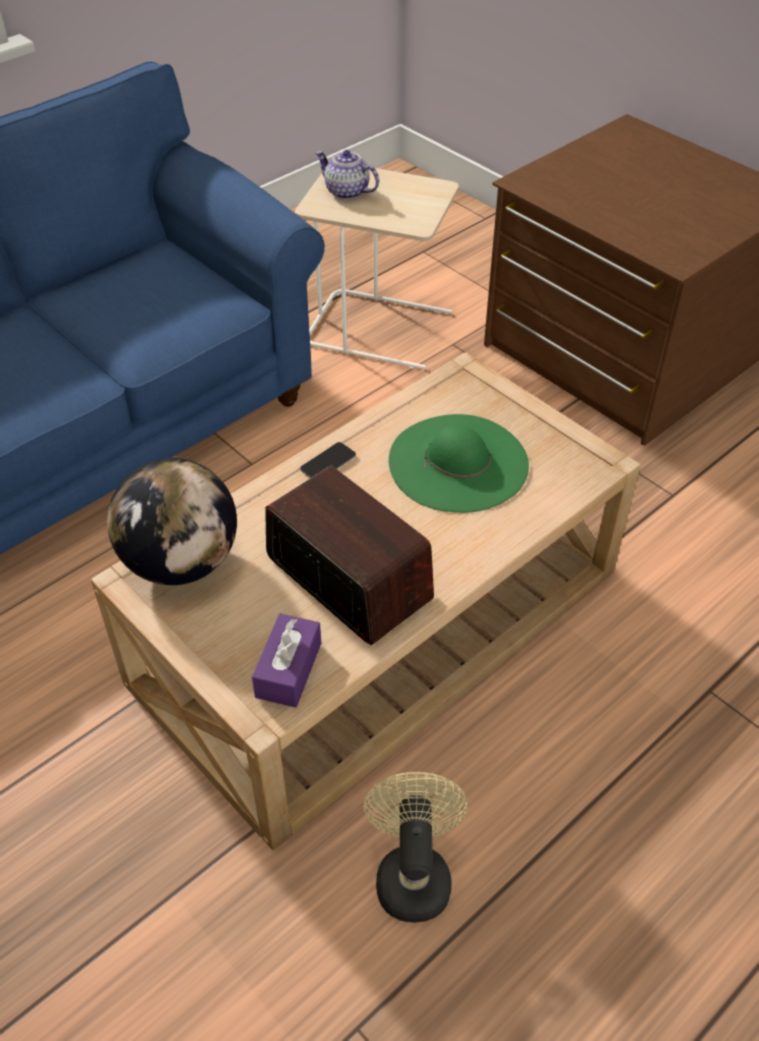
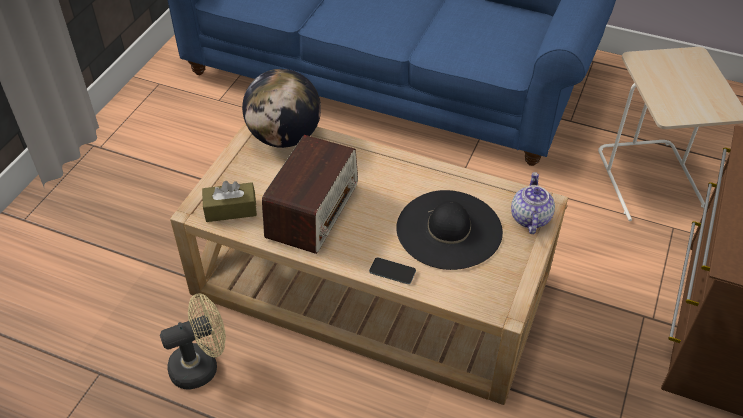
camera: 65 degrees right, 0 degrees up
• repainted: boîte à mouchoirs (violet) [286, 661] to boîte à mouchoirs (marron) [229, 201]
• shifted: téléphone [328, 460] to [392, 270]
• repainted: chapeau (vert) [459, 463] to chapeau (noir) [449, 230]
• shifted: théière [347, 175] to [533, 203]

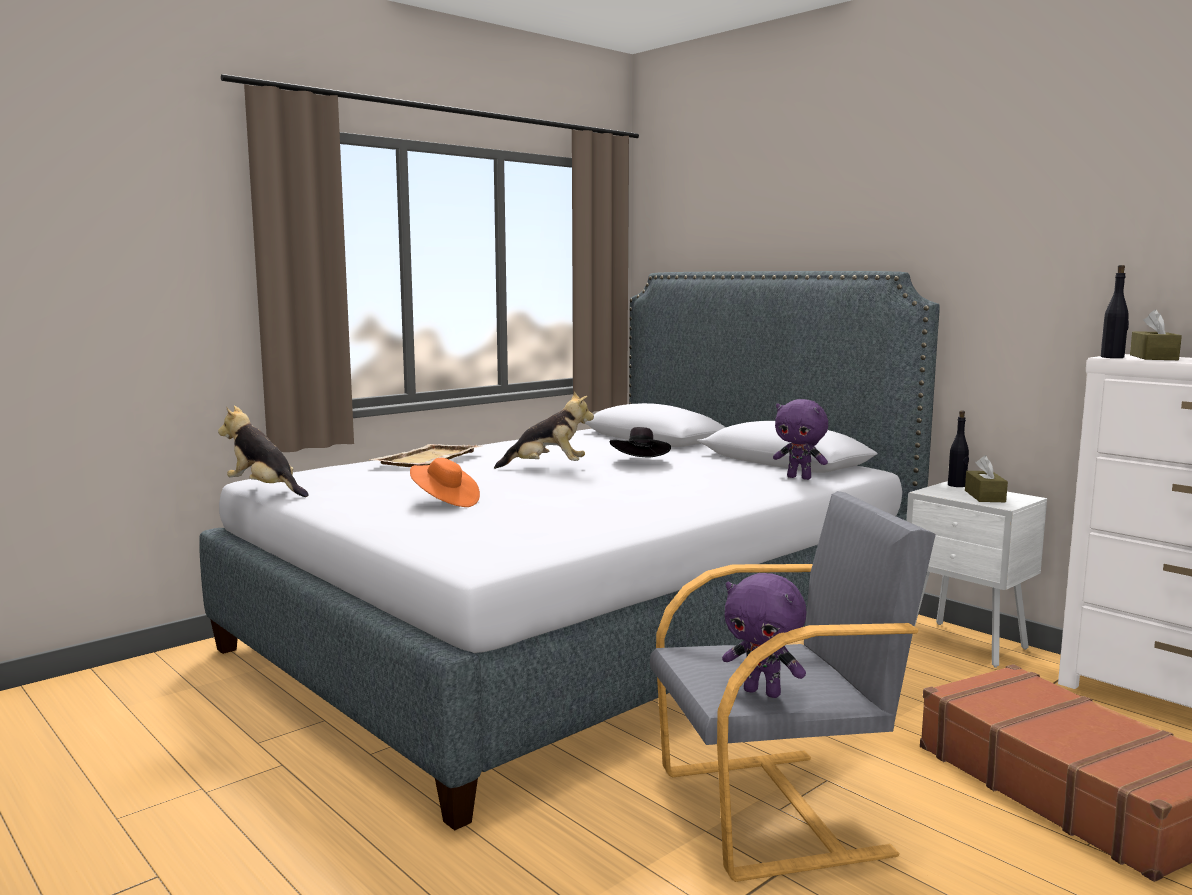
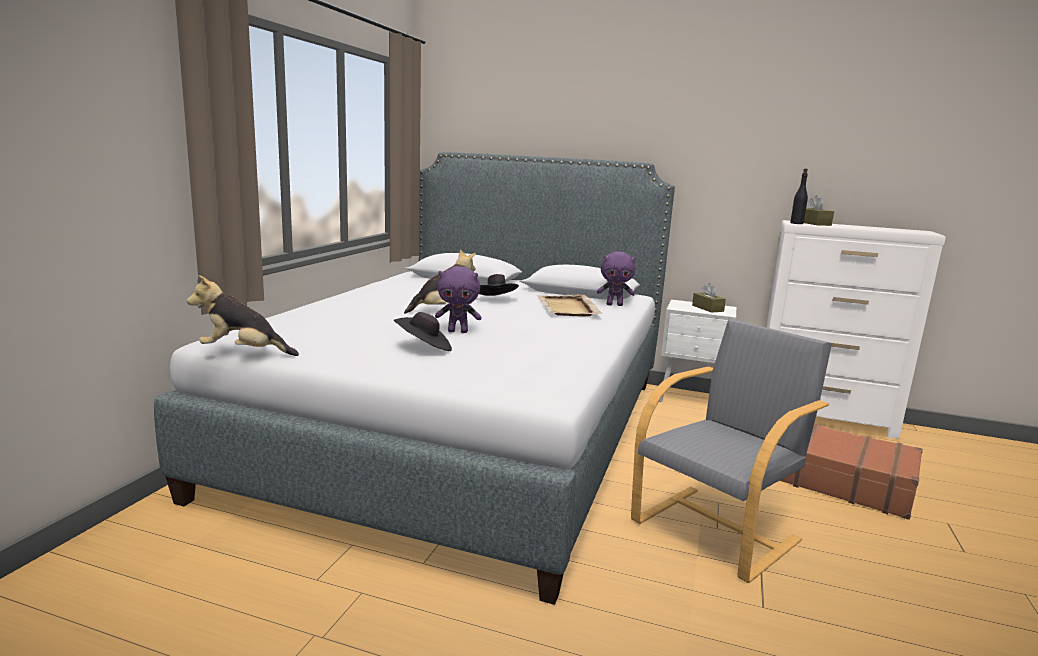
camera: 30 degrees left, 5 degrees up
• repainted: chapeau (orange) [445, 482] to chapeau (noir) [423, 331]
• shifted: peluche (violet) [764, 635] to [458, 299]
• shifted: plateau (beige) [425, 455] to [570, 305]
• gone: bouteille (noir) [958, 449]

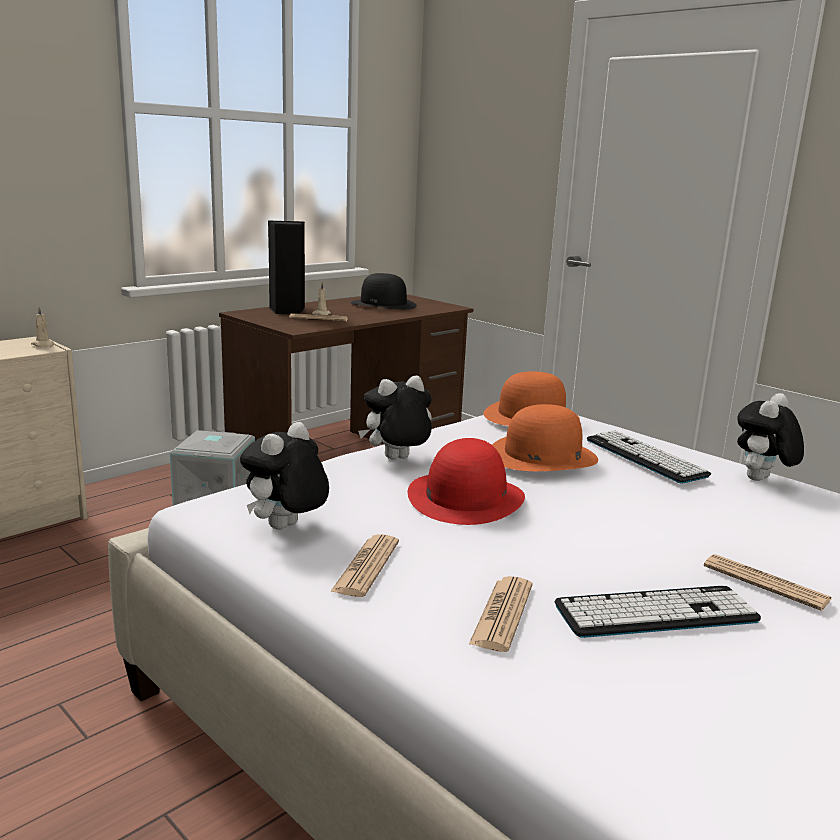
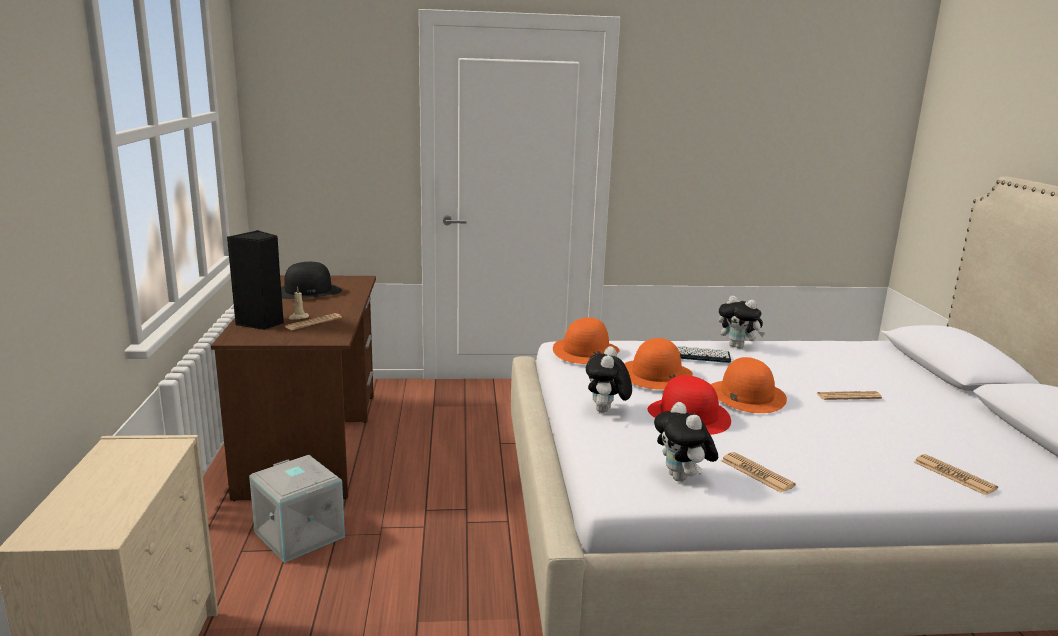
camera: 50 degrees left, 0 degrees up
• new: chapeau (orange) [749, 385]
• rotated: peluche [770, 437] = [742, 322] 45 degrees counterclockwise
• shifted: journal [500, 614] to [956, 474]
• gone: bougie (beige) [42, 327]
• gone: clavier [657, 612]

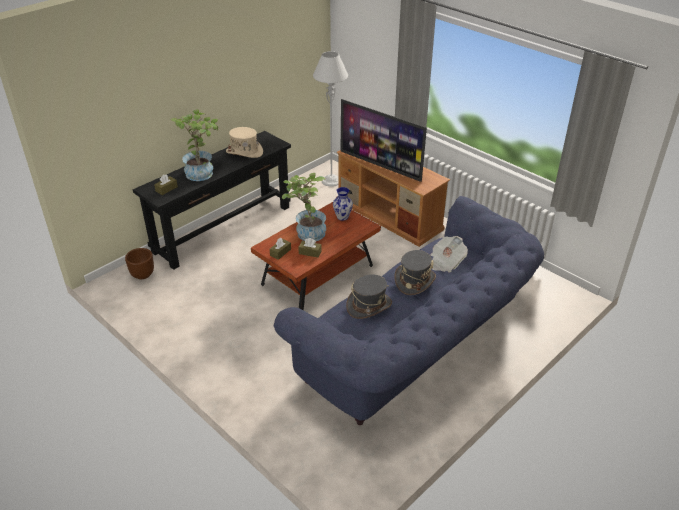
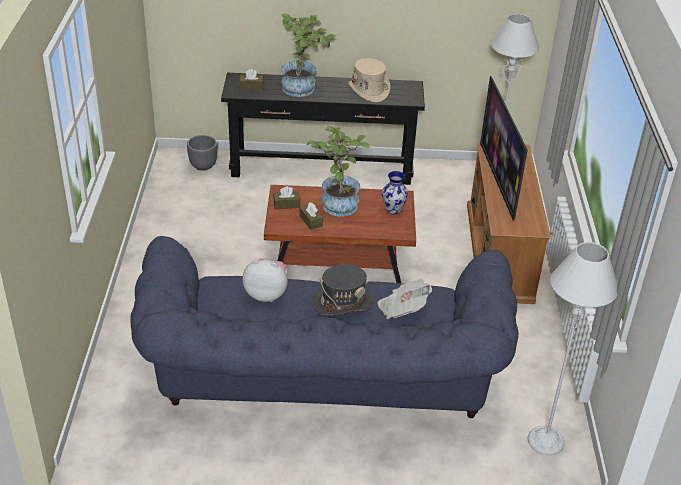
camera: 45 degrees right, 0 degrees up
• repainted: cache-pot (marron) [139, 263] to cache-pot (gris) [202, 153]
• swapped: chapeau (gris) [369, 296] to peluche [265, 280]
• new: lampadaire (gris) [573, 349]

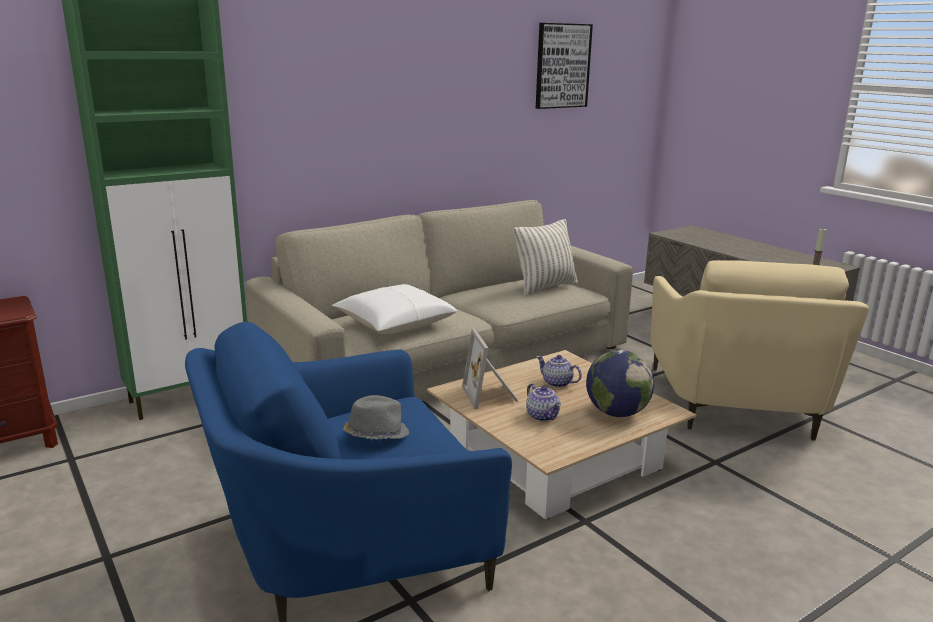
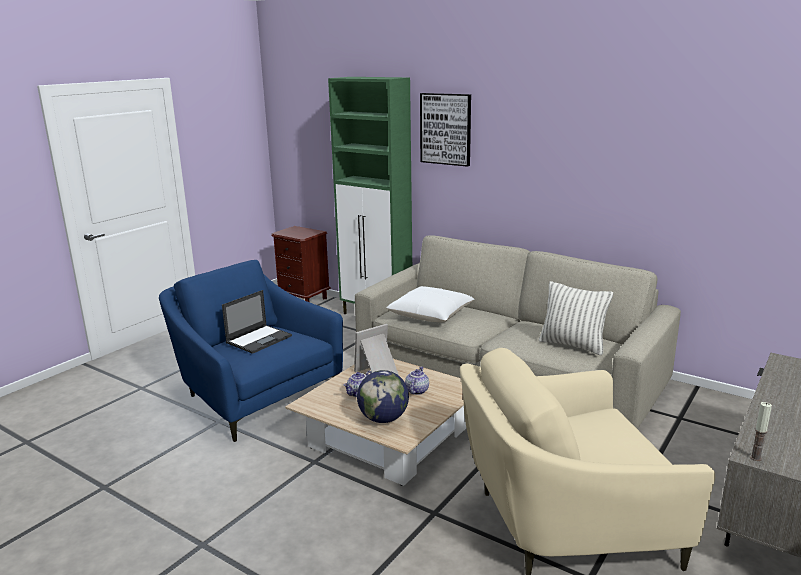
camera: 70 degrees right, 0 degrees up
• swapped: chapeau (gris) [376, 417] to ordinateur portable [257, 322]
• shifted: tableau [564, 66] to [445, 130]

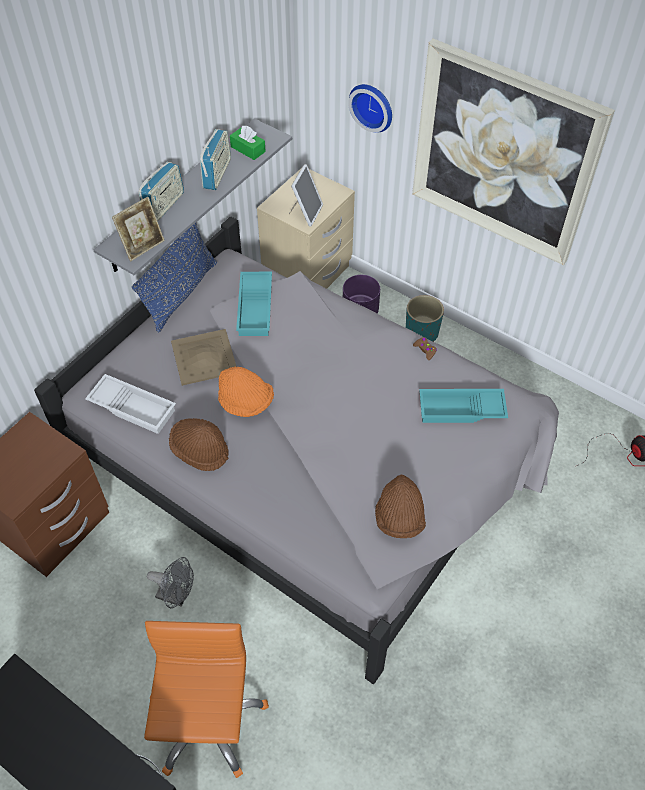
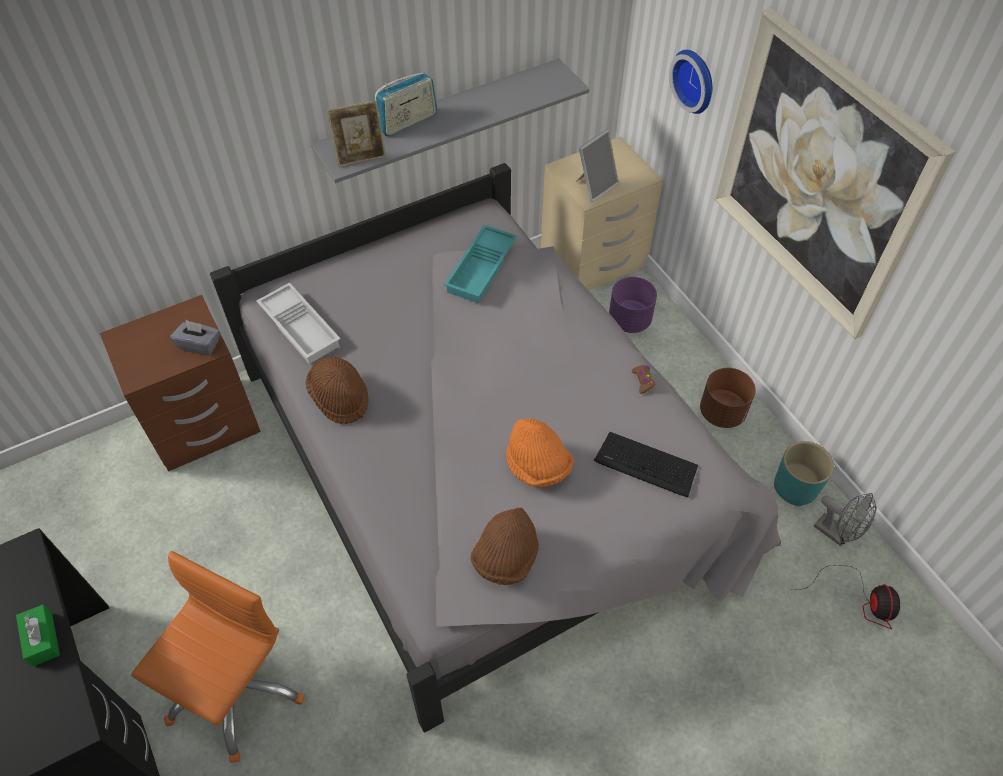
camera: 25 degrees right, 0 degrees up
• shifted: boîte à mouchoirs (vert) [248, 142] to [38, 635]
• new: boîte à mouchoirs (gris) [194, 338]
• shifted: chapeau (orange) [246, 392] to [540, 453]
• swapped: plateau (turquoise) [463, 406] to clavier [646, 464]
• new: cache-pot (marron) [728, 398]
• shifted: cache-pot (turquoise) [425, 318] to [804, 473]
• shifted: ventilateur (gris) [170, 582] to [845, 519]
• gone: coussin (bleu) [174, 278]
• gone: plateau (beige) [204, 357]
• gone: radio [215, 159]

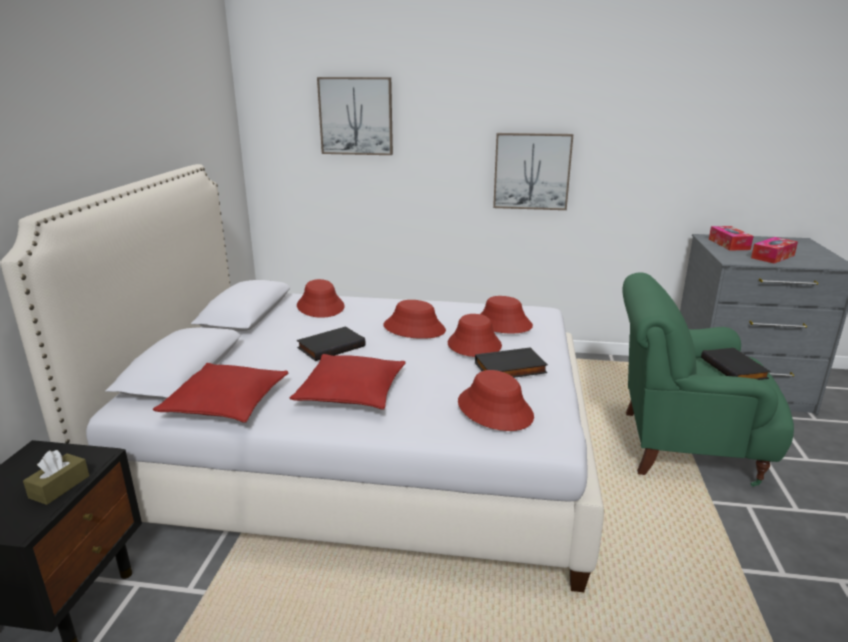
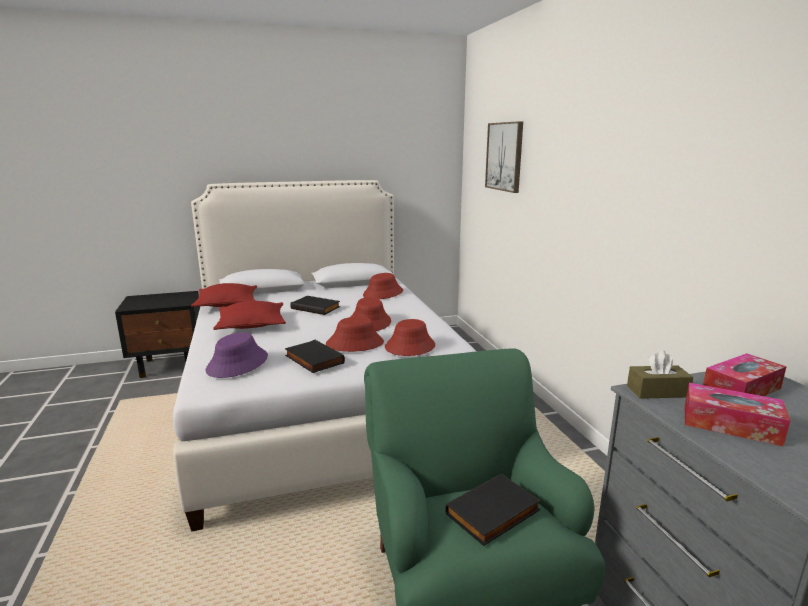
camera: 65 degrees right, 5 degrees down
• repainted: chapeau (rouge) [496, 400] to chapeau (violet) [237, 355]
• shifted: boîte à mouchoirs (marron) [56, 477] to [660, 375]
• gone: tableau [533, 171]

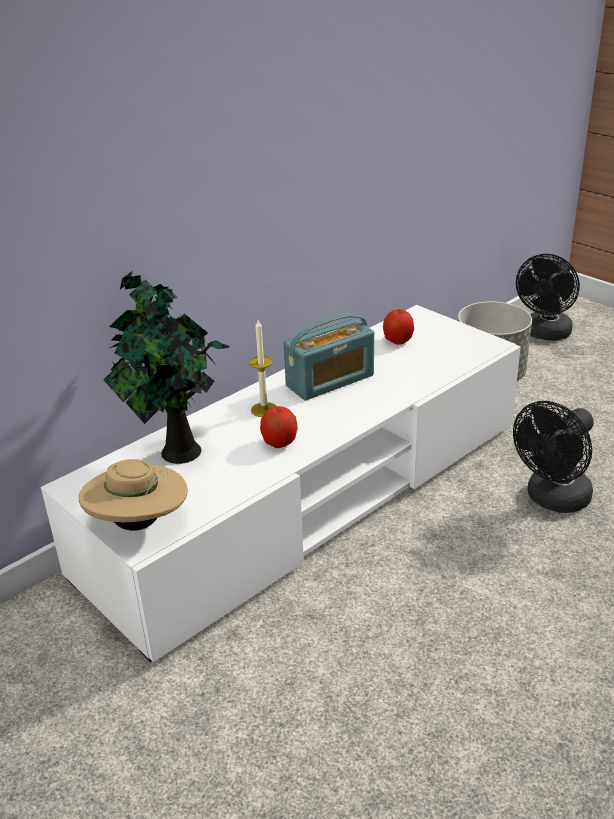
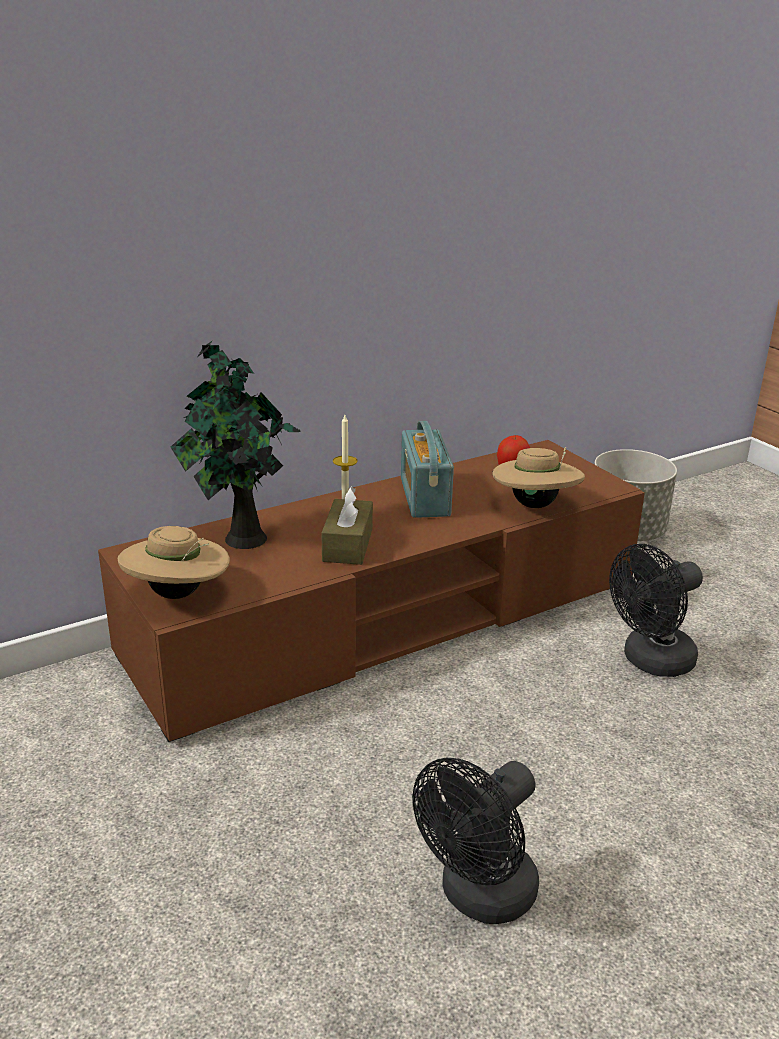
camera: 10 degrees right, 5 degrees down
• repainted: meuble télé (blanc) [281, 483] to meuble télé (marron) [371, 591]
• swapped: pomme [279, 427] to boîte à mouchoirs (marron) [347, 526]
• rotated: radio [329, 356] = [427, 469] 105 degrees clockwise
• shifted: ventilateur (noir) [548, 297] to [475, 841]
• new: chapeau (beige) [539, 477]

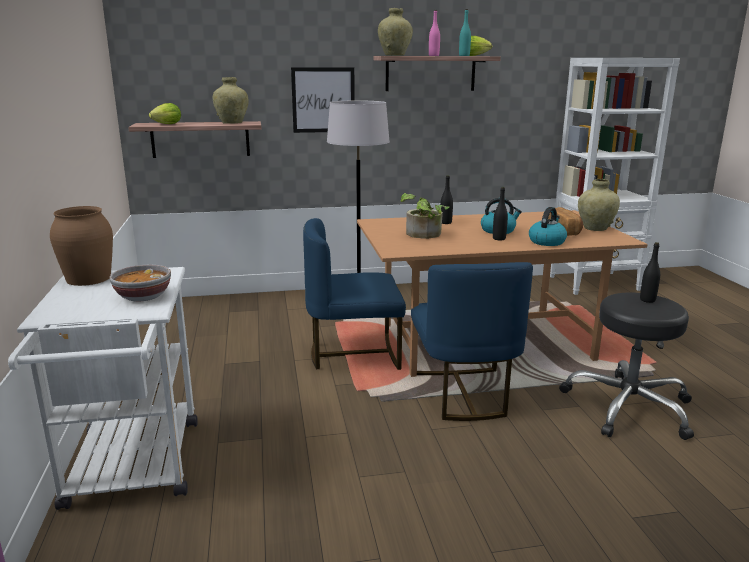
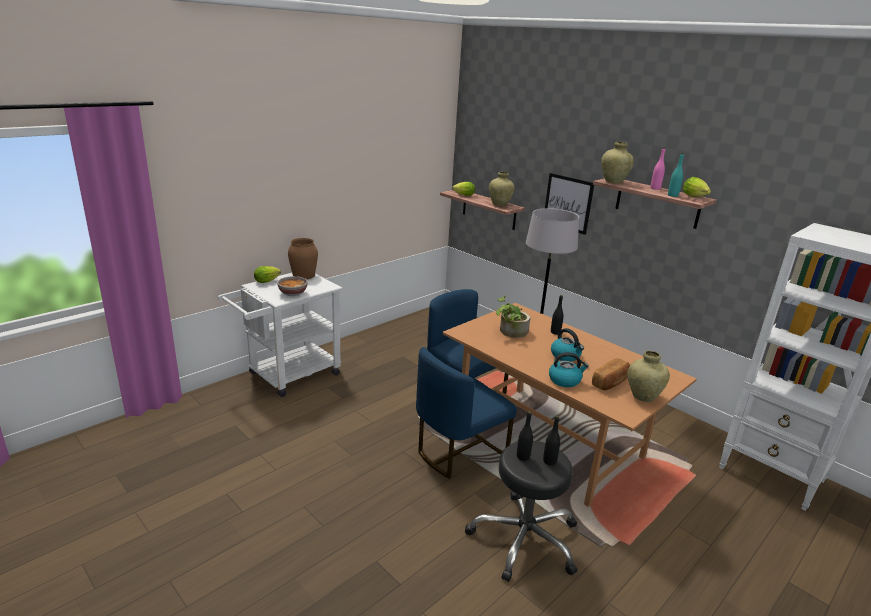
camera: 55 degrees right, 5 degrees up
• new: laitue [267, 274]
• shifted: bouteille (noir) [500, 213] to [525, 436]

